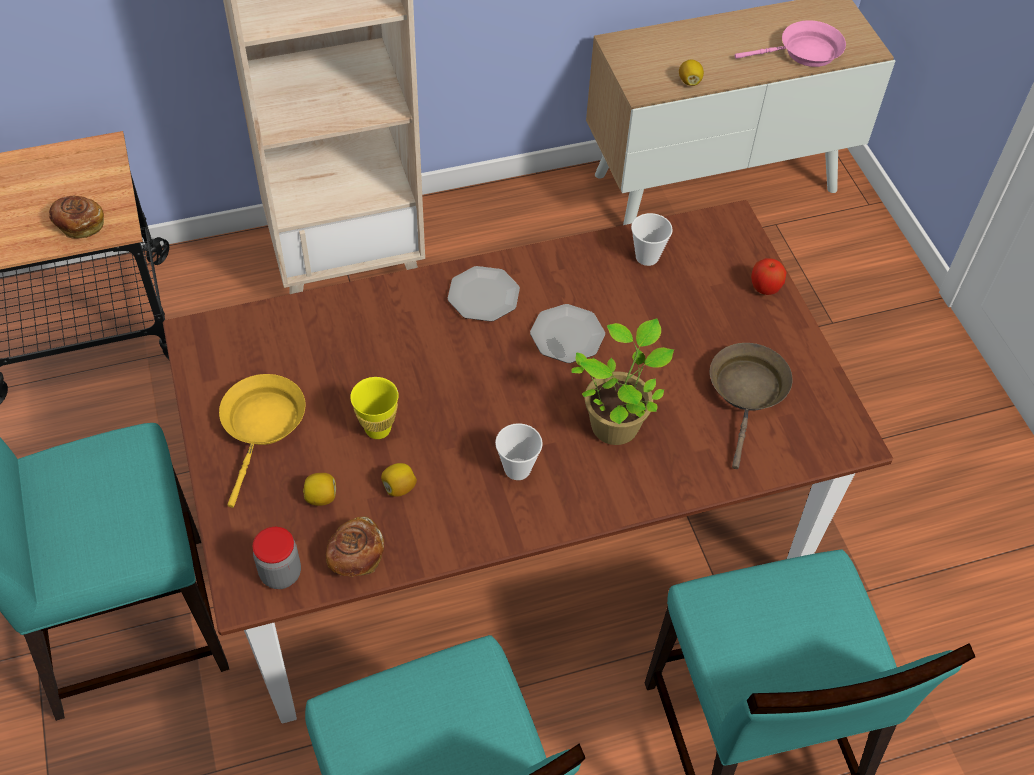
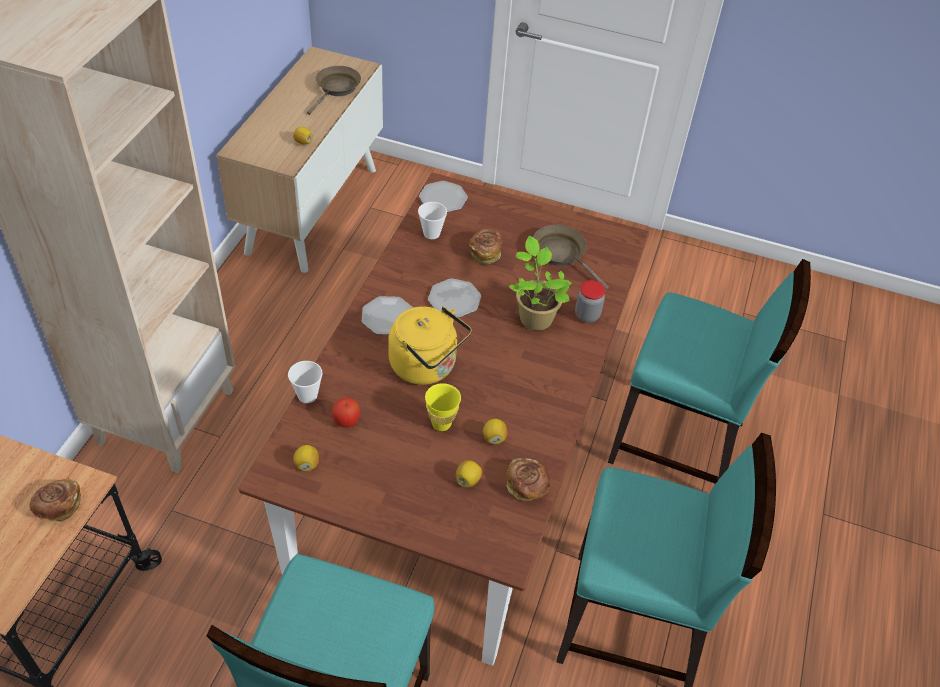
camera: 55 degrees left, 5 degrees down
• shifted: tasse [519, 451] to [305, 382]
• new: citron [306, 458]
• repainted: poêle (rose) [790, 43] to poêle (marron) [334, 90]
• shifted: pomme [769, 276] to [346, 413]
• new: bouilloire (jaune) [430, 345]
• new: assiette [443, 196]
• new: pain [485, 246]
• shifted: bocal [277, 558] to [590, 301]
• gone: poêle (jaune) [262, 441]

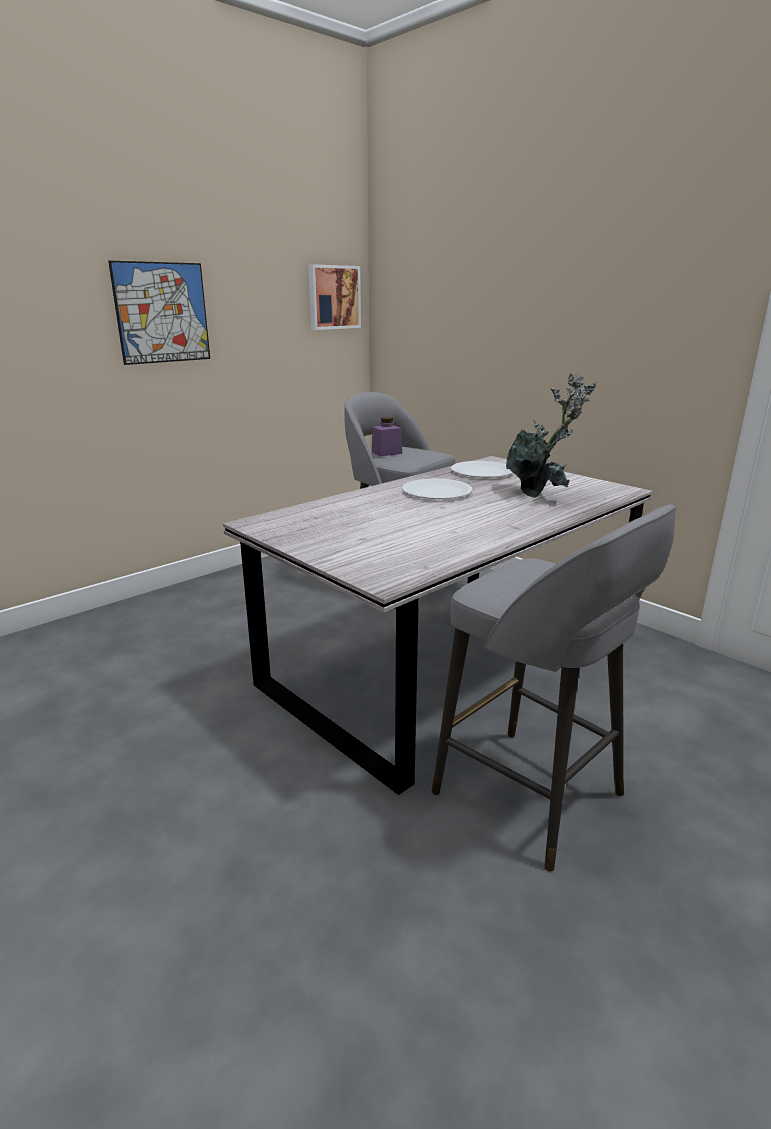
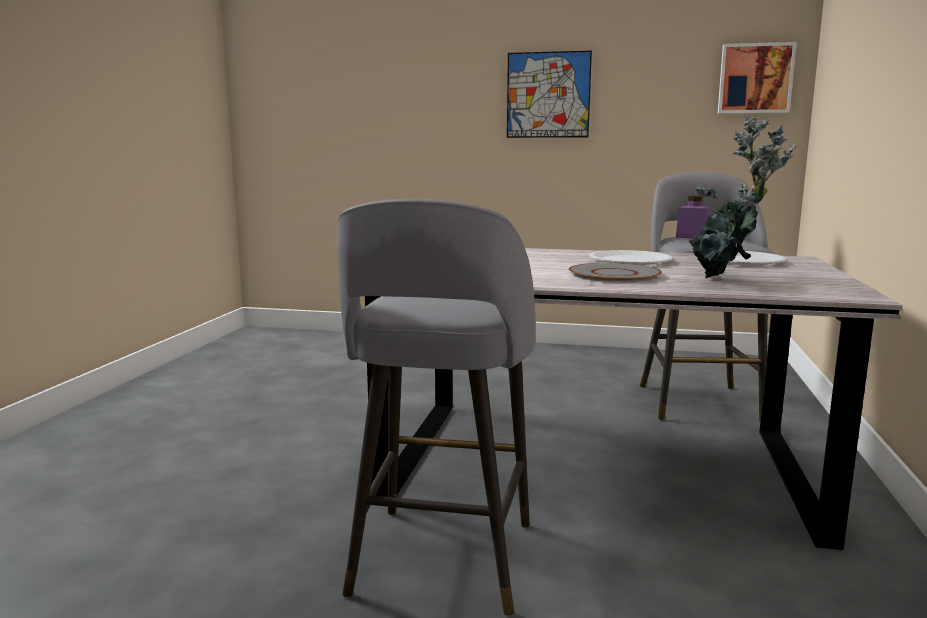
camera: 55 degrees right, 10 degrees down
• new: assiette (gris) [615, 272]

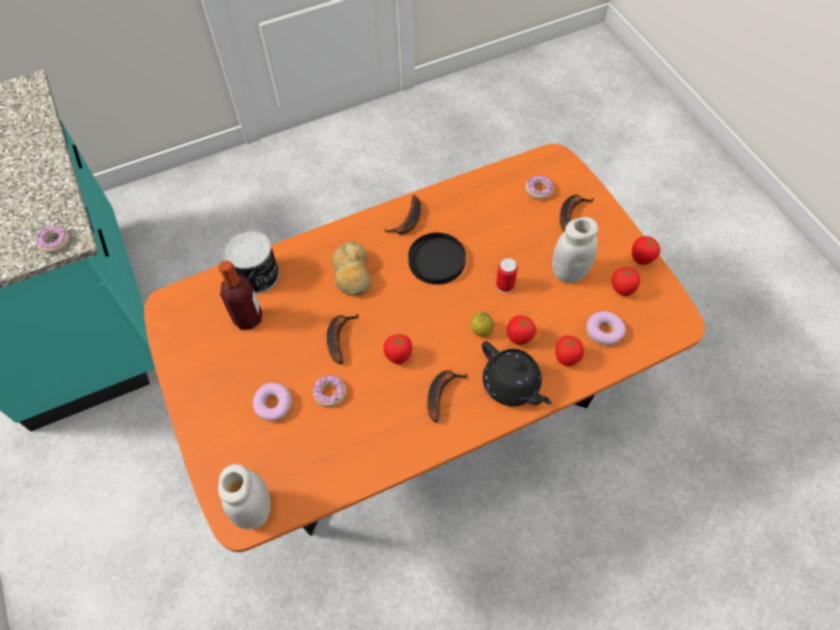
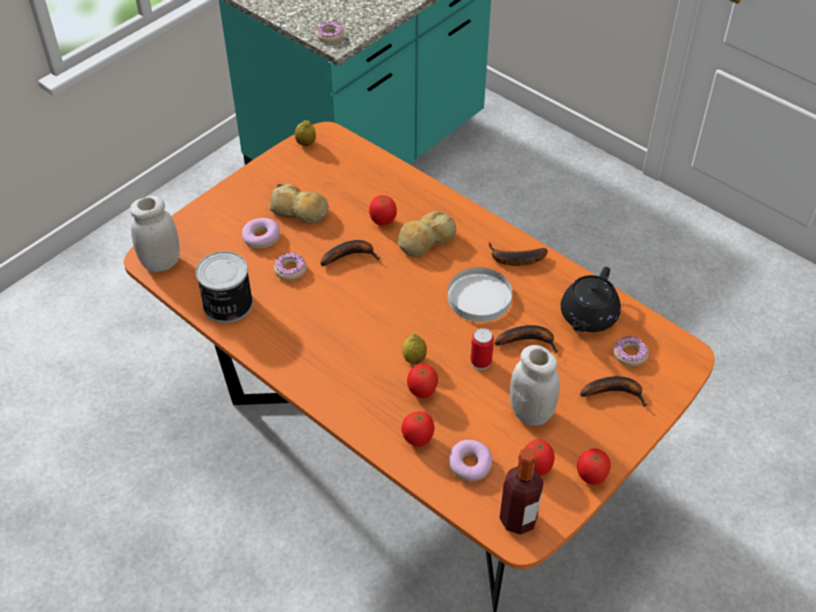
camera: 65 degrees right, 10 degrees down
• shifted: boîte métallique [252, 262] to [224, 287]
• new: pain [299, 204]
• new: citron [305, 133]
• shifted: tomate [397, 349] to [383, 210]
• repainted: assiette (noir) [437, 259] to assiette (blanc) [480, 294]
• shifted: banane [447, 396] to [526, 339]
• shifted: bouteille [240, 295] to [521, 491]
• shifted: théière (noir) [517, 373] to [591, 299]

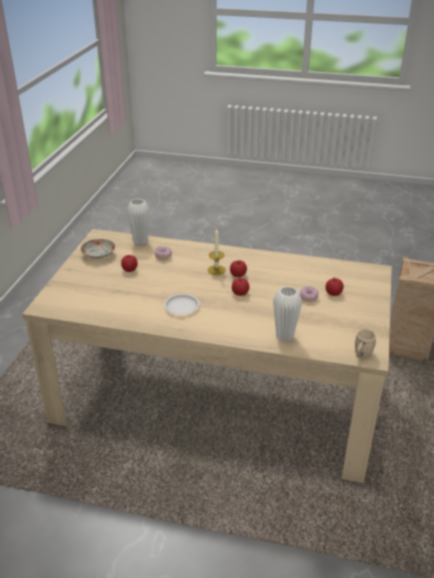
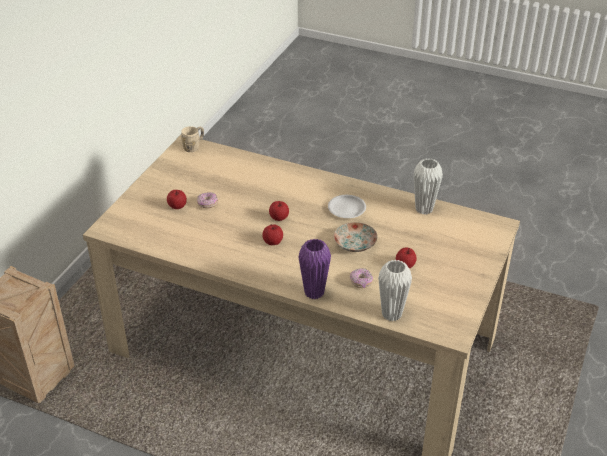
camera: 170 degrees left, 5 degrees up
• new: vase (violet) [314, 269]
• shifted: assiette [98, 249] to [356, 237]
• shifted: vase (blanc) [287, 314] to [428, 186]
• gone: bougie [217, 252]

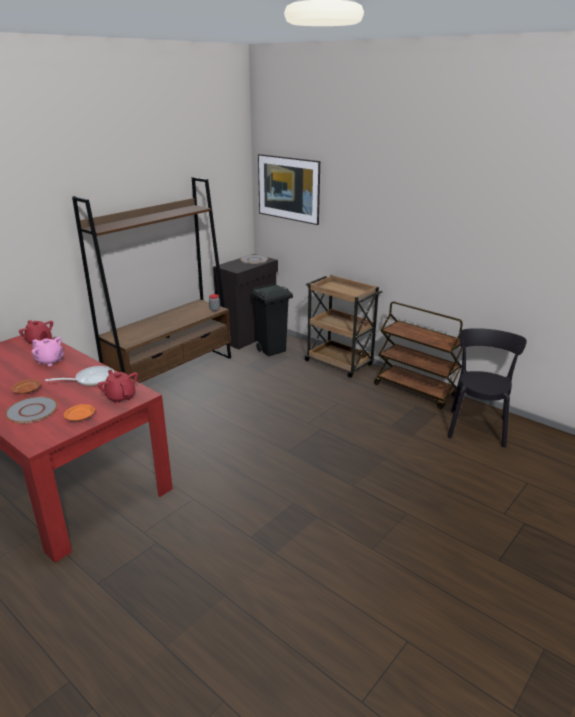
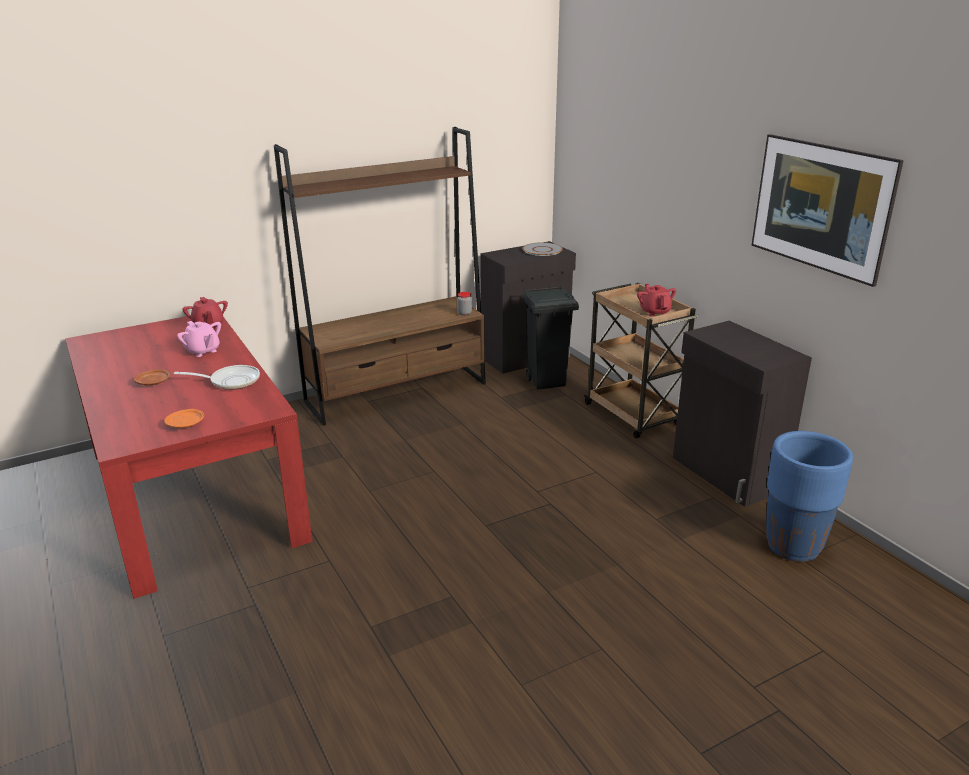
camera: 20 degrees right, 0 degrees up
• shifted: théière (rouge) [117, 387] to [656, 300]
• swapped: chariot (marron) [418, 355] to meuble de rangement (noir) [742, 414]
• shifted: tableau [289, 189] to [827, 210]
• swapped: chaise (noir) [487, 388] to cache-pot (bleu) [809, 496]
• gone: assiette (gris) [31, 410]

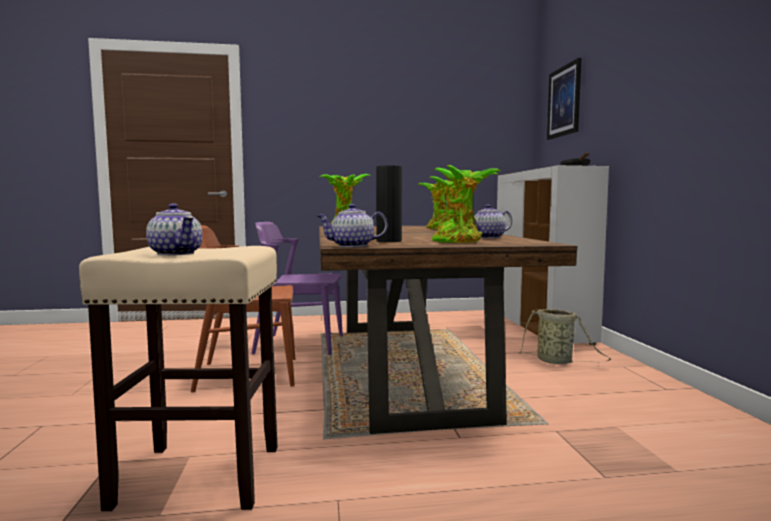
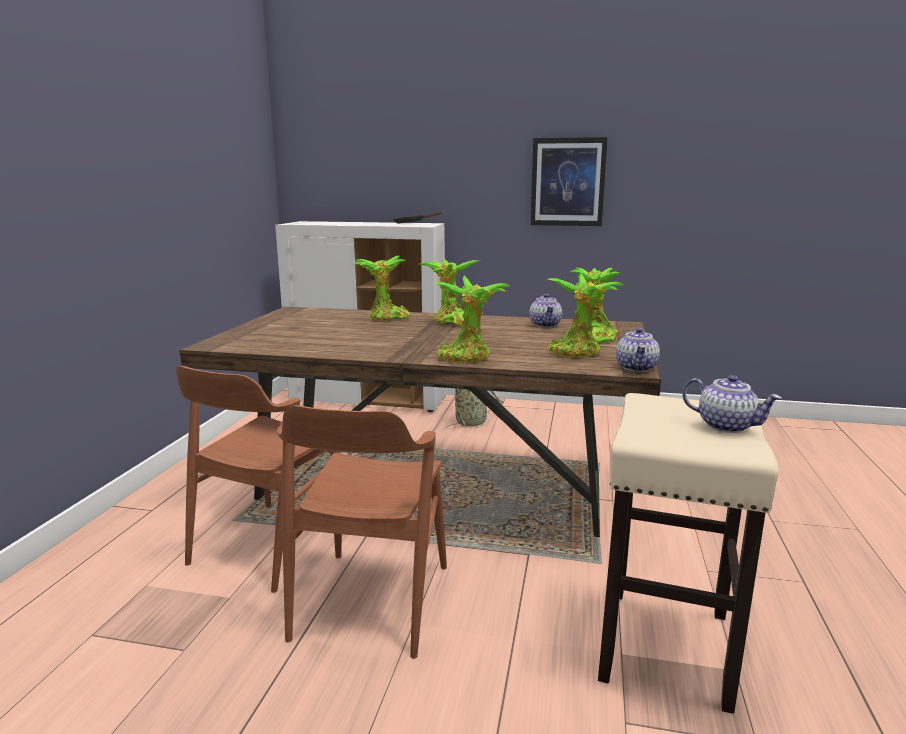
camera: 70 degrees left, 10 degrees up
• repainted: chaise (violet) [297, 288] to chaise (marron) [258, 479]
• shifted: tableau [564, 99] to [568, 181]
• swapped: vase (noir) [389, 203] to plante en pot [586, 315]
• rotated: théière [174, 229] = [732, 404] 60 degrees clockwise

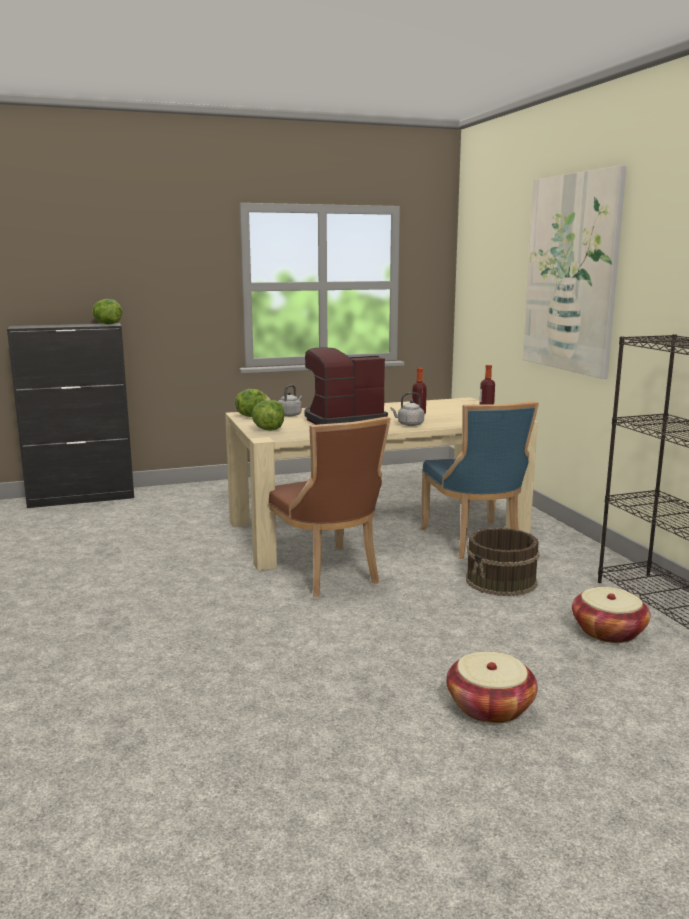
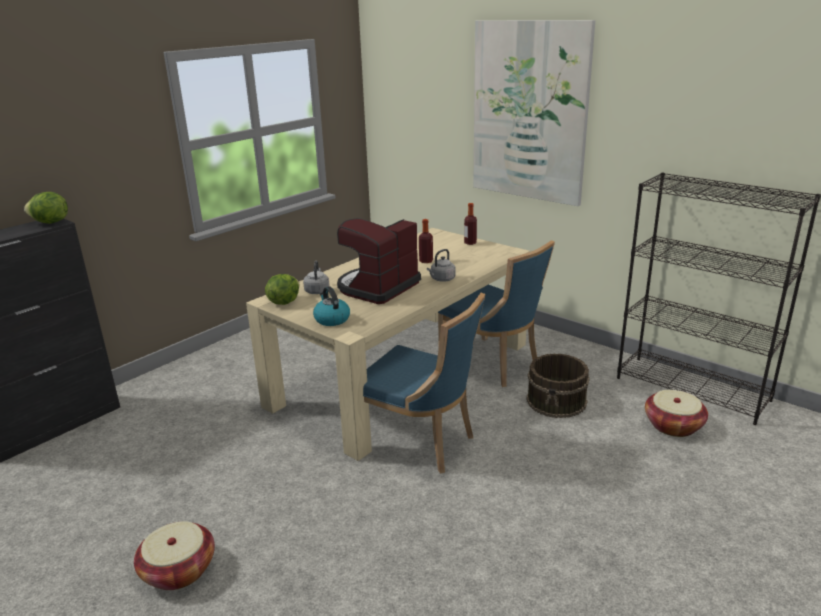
camera: 30 degrees left, 10 degrees up
• shifted: panier [492, 688] to [174, 555]
• swapped: laitue [268, 415] to bouilloire [331, 306]
• repainted: chaise (marron) [329, 506] to chaise (bleu) [424, 383]

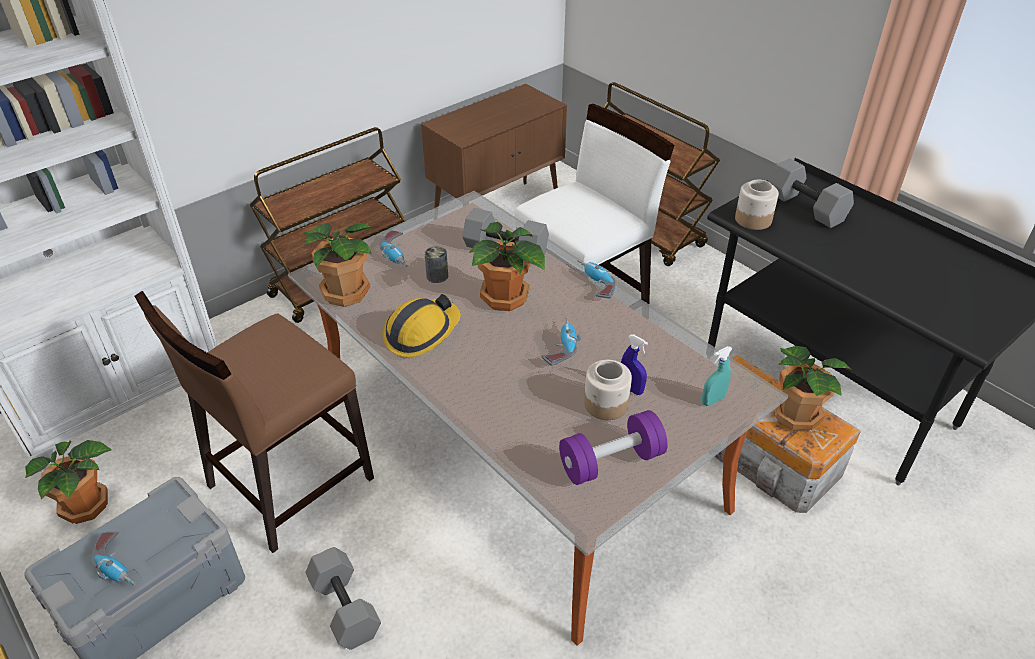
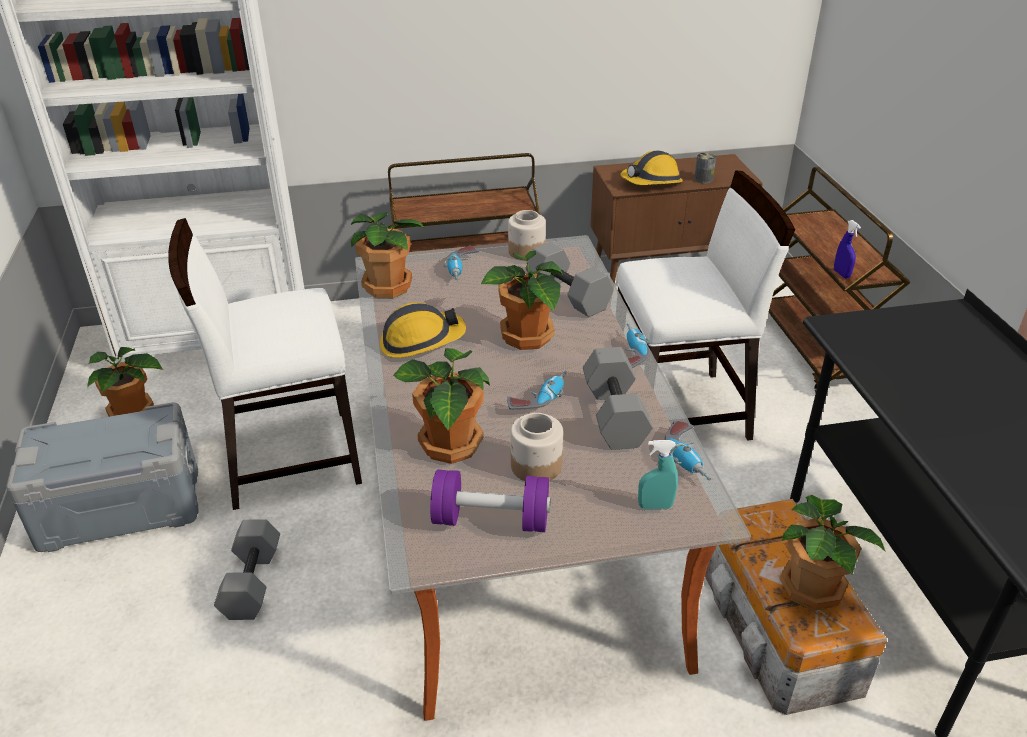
camera: 30 degrees right, 5 degrees down
• repainted: chaise (marron) [254, 422] to chaise (blanc) [265, 364]
• new: plante en pot [441, 406]
• shifted: bocal [757, 205] to [527, 235]
• shifted: haltère (gris) [811, 193] to [618, 398]
• new: casque de chantier [651, 167]
• shifted: perceuse [113, 558] to [687, 450]
• shifted: boîte métallique [436, 264] to [705, 168]
• shifted: vaporisateur (bleu) [634, 364] to [847, 249]

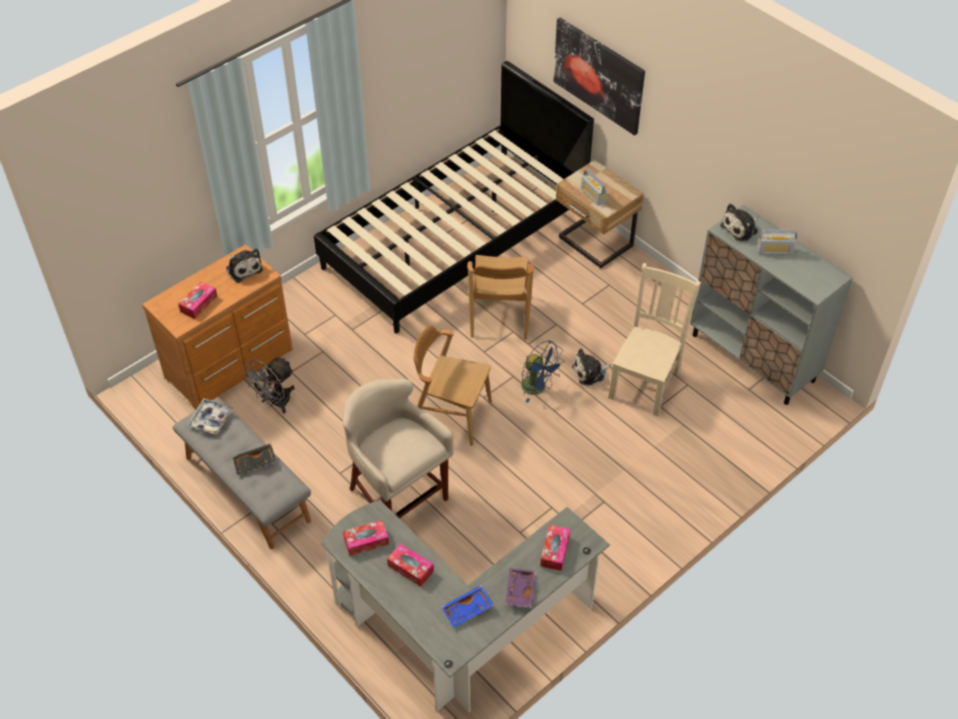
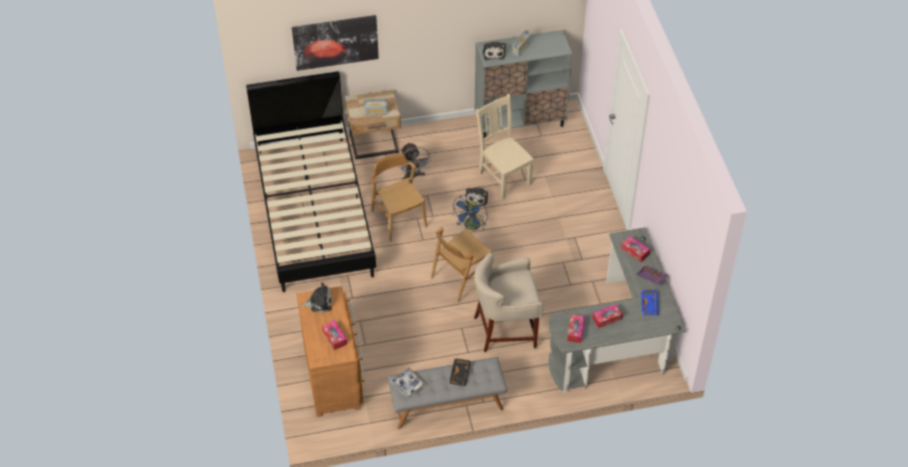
camera: 60 degrees left, 0 degrees up
• rotated: chaise (marron) [500, 297] = [399, 197] 150 degrees counterclockwise
• shifted: ventilateur (gris) [268, 385] to [415, 160]
• rotated: ventilateur (bleu) [542, 372] = [469, 213] 135 degrees clockwise

